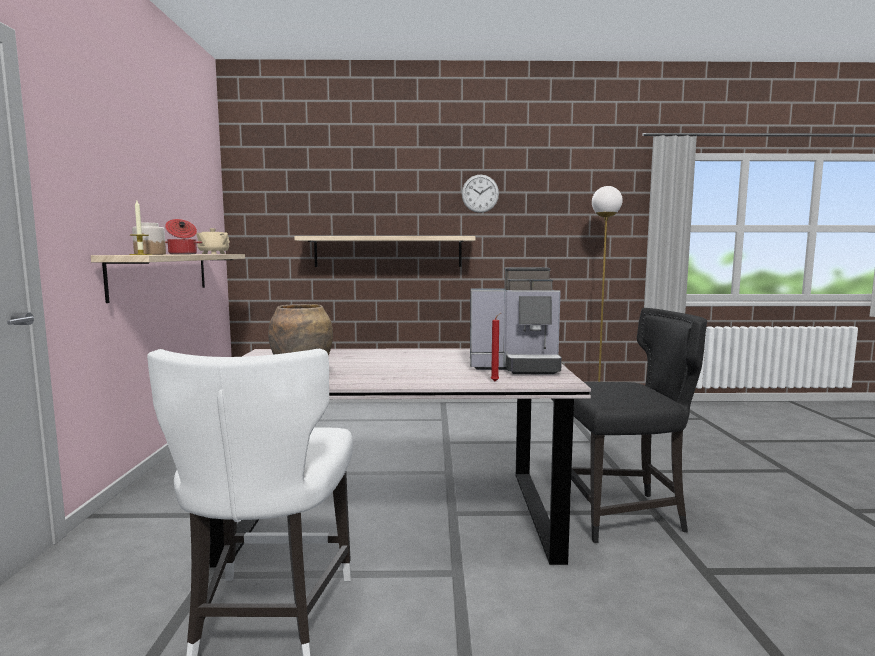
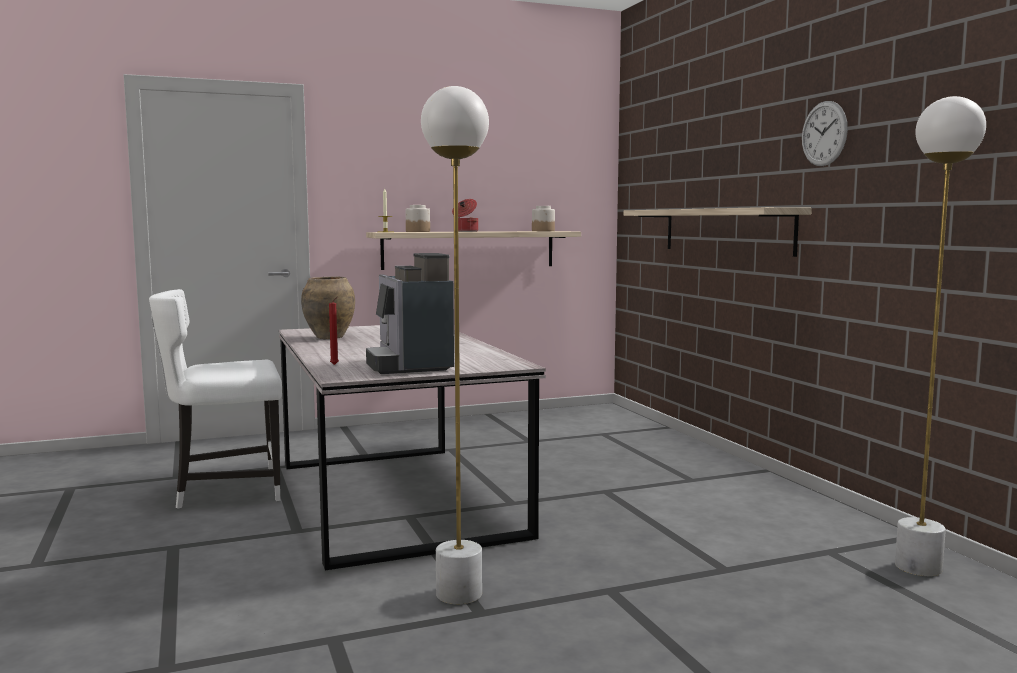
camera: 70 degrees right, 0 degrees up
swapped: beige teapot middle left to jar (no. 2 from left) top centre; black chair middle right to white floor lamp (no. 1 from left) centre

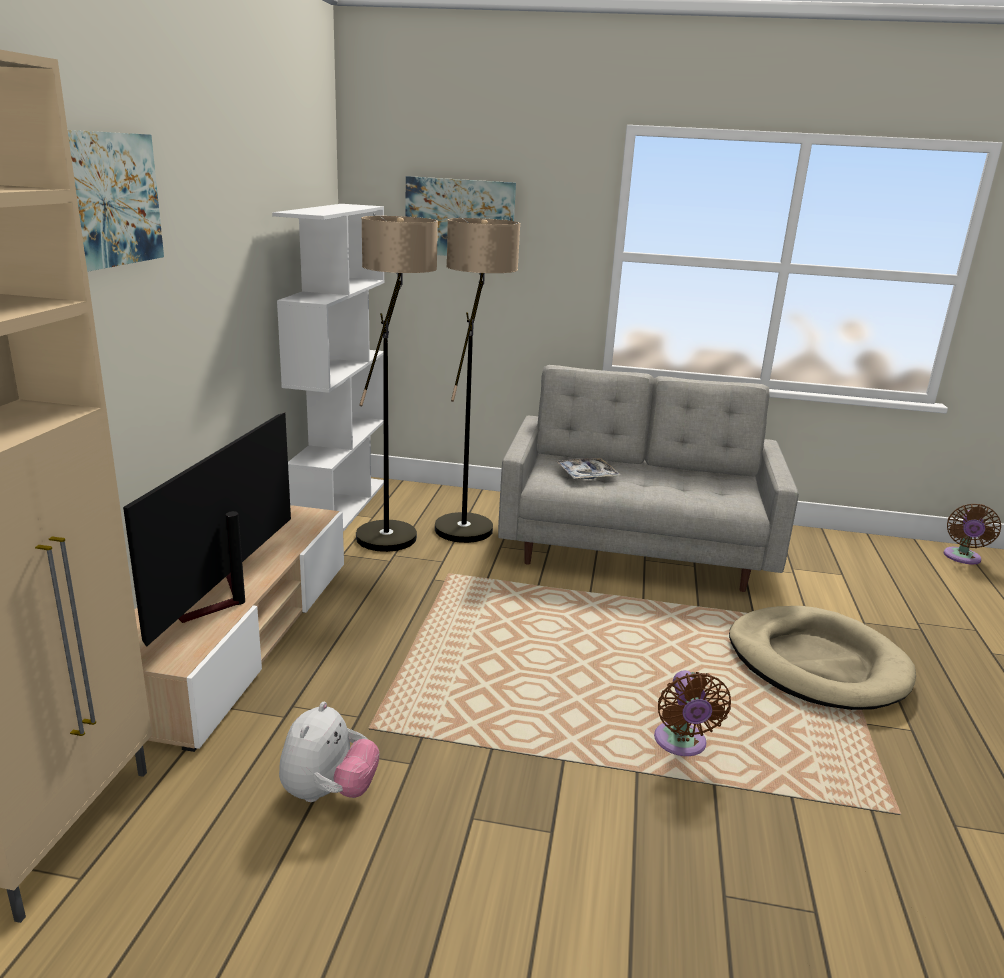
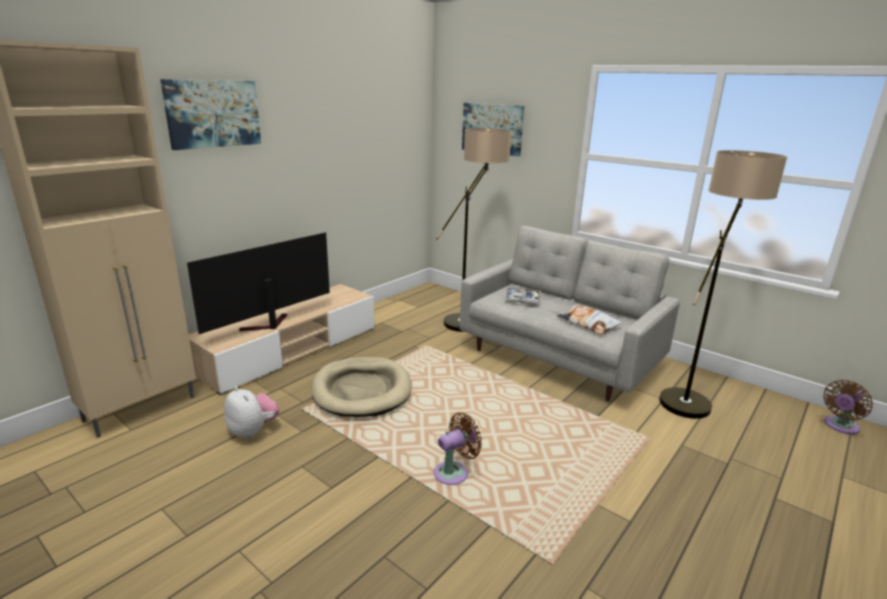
camera: 30 degrees right, 0 degrees up
gone: white bookcase middle left
new: pillow centre
shifted: floor lamp (no. 1 from left in the first image) centre to floor lamp (no. 2 from left) middle right; beige dog bed bottom right to centre
rotated: brown fan (no. 1 from left) bottom right = bottom centre 150 degrees counterclockwise; plush toy bottom left = bottom left 90 degrees counterclockwise

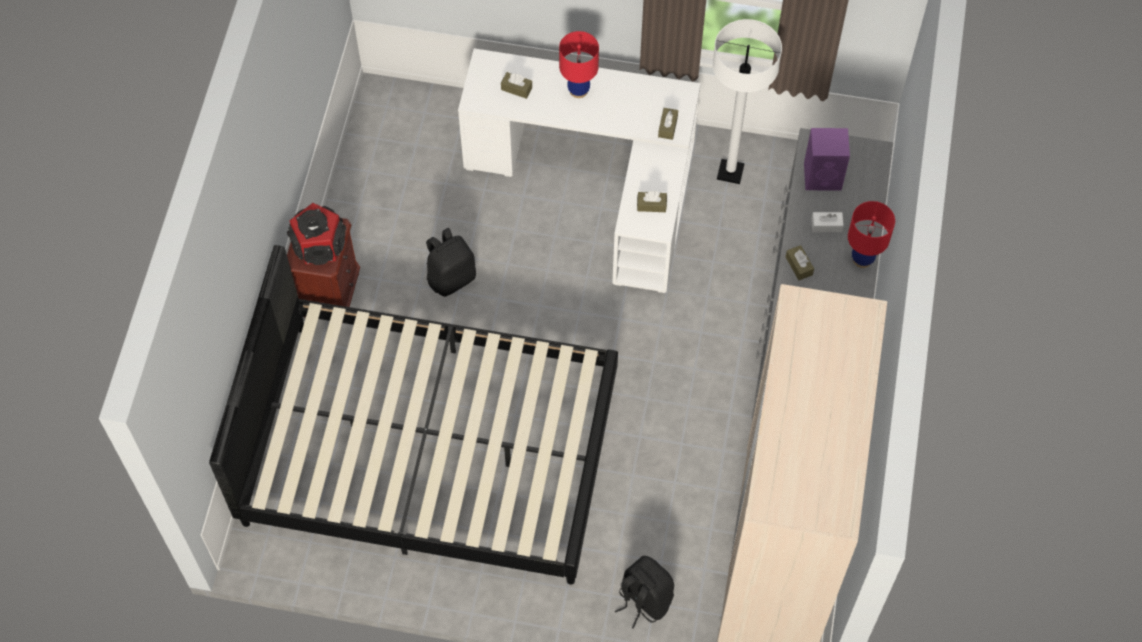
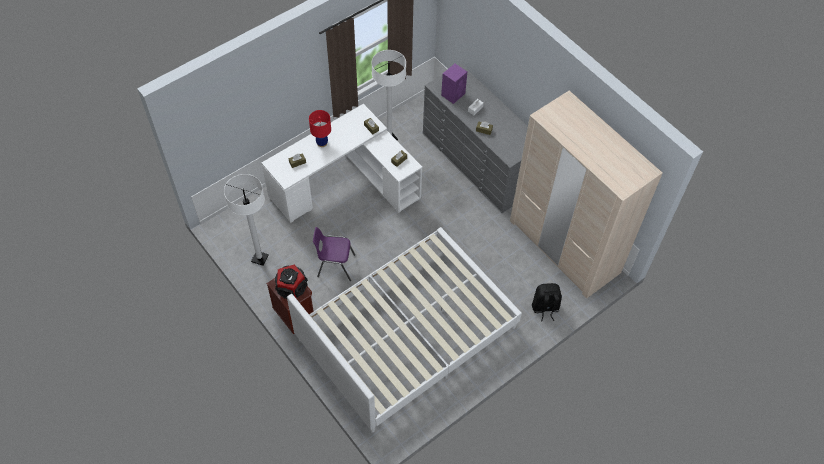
camera: 50 degrees left, 5 degrees down
gone: red table lamp (no. 2 from left) middle right
new: white floor lamp (no. 1 from left) middle left
swapped: black backpack (no. 1 from left) centre to purple chair centre
repainted: black bed centre to white bed bottom centre

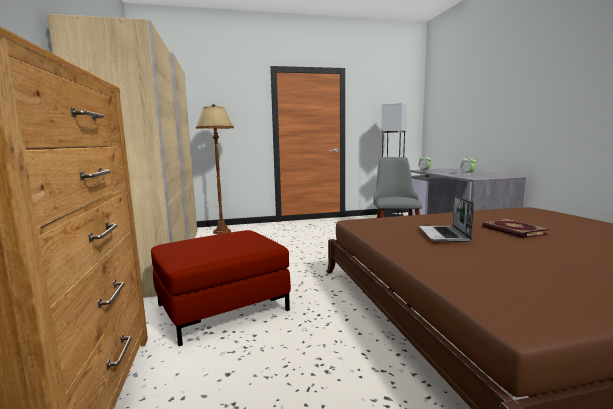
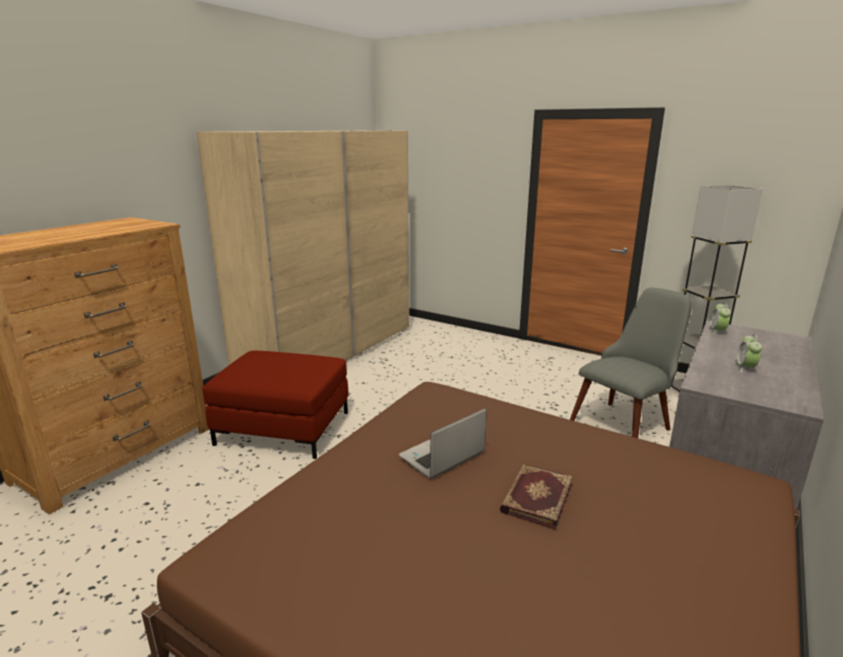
camera: 45 degrees right, 10 degrees up
gone: brown floor lamp centre

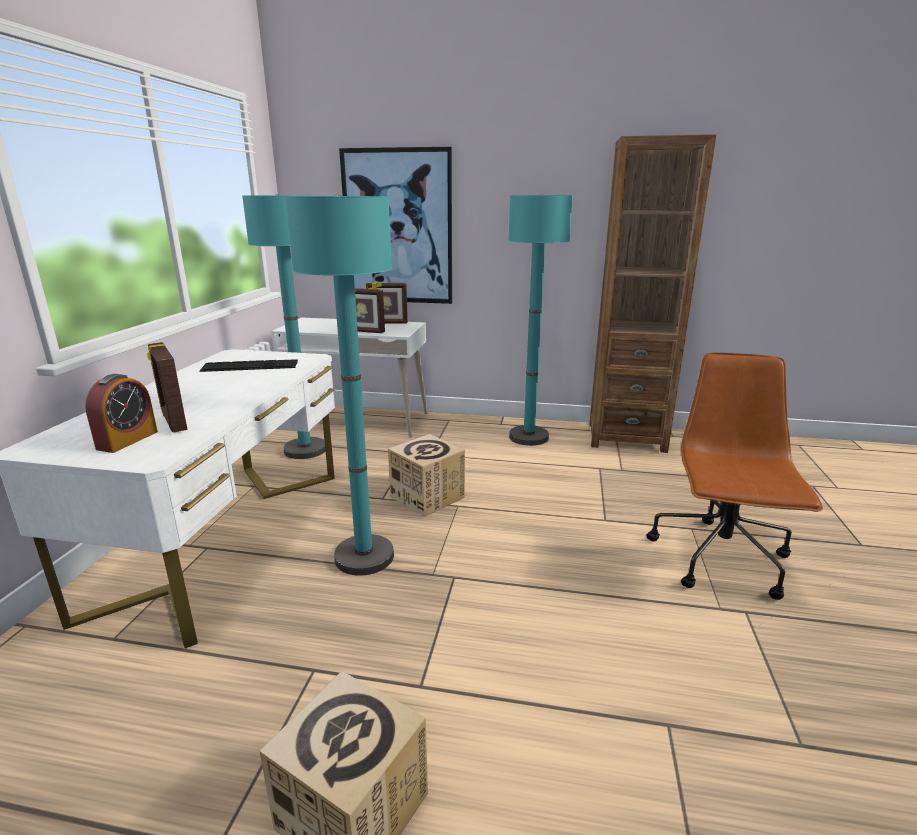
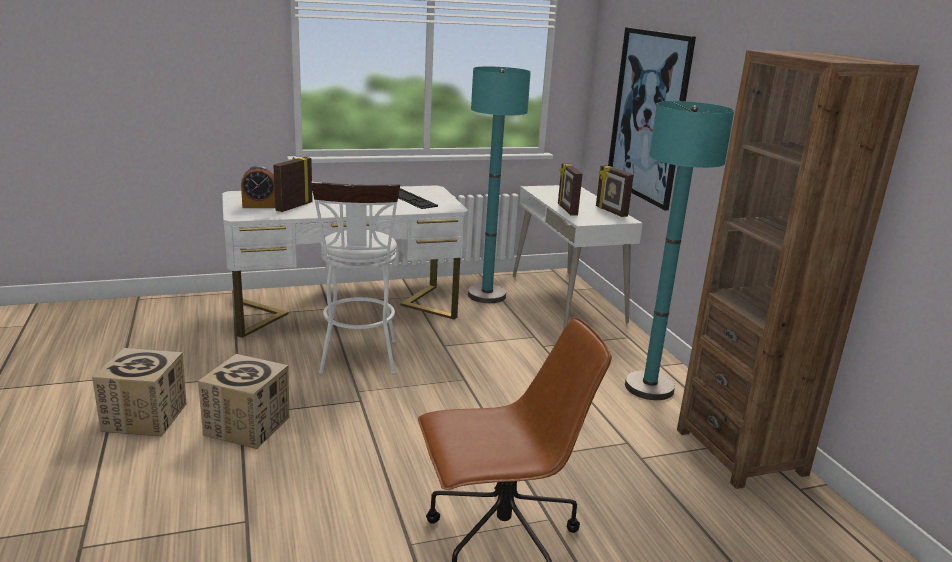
camera: 60 degrees right, 0 degrees up
shifted: cardboard box (no. 2 from left) centre to bottom left
swapped: turquoise floor lamp (no. 2 from left) centre to white stool centre

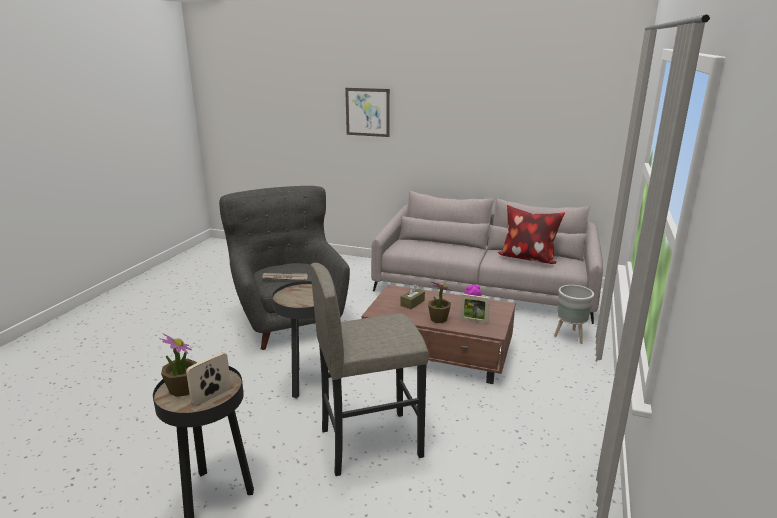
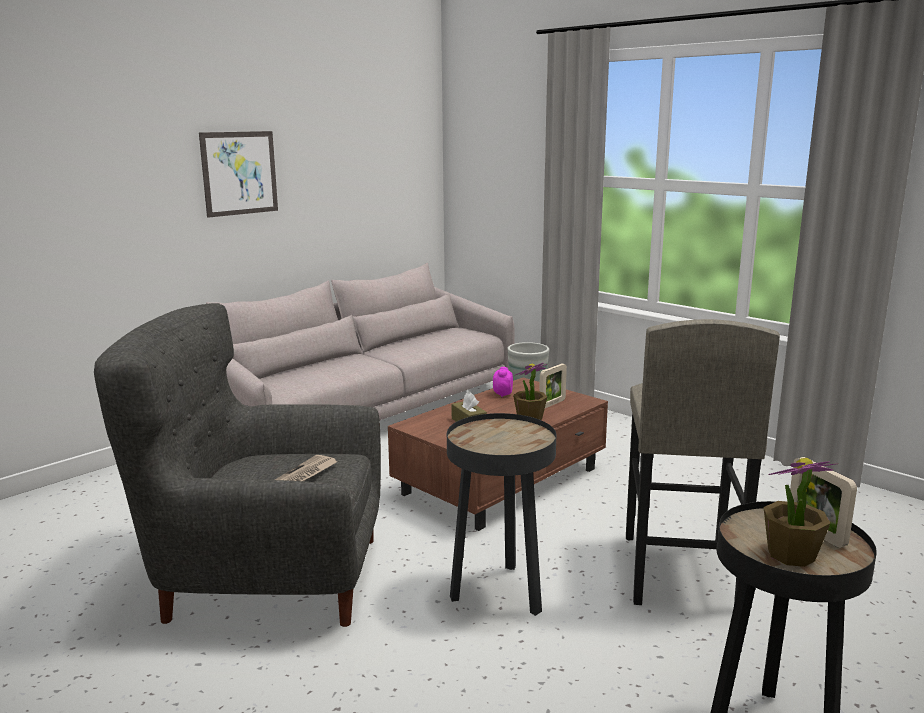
camera: 65 degrees left, 5 degrees down
gone: pillow middle right
shifted: picture top centre to top left

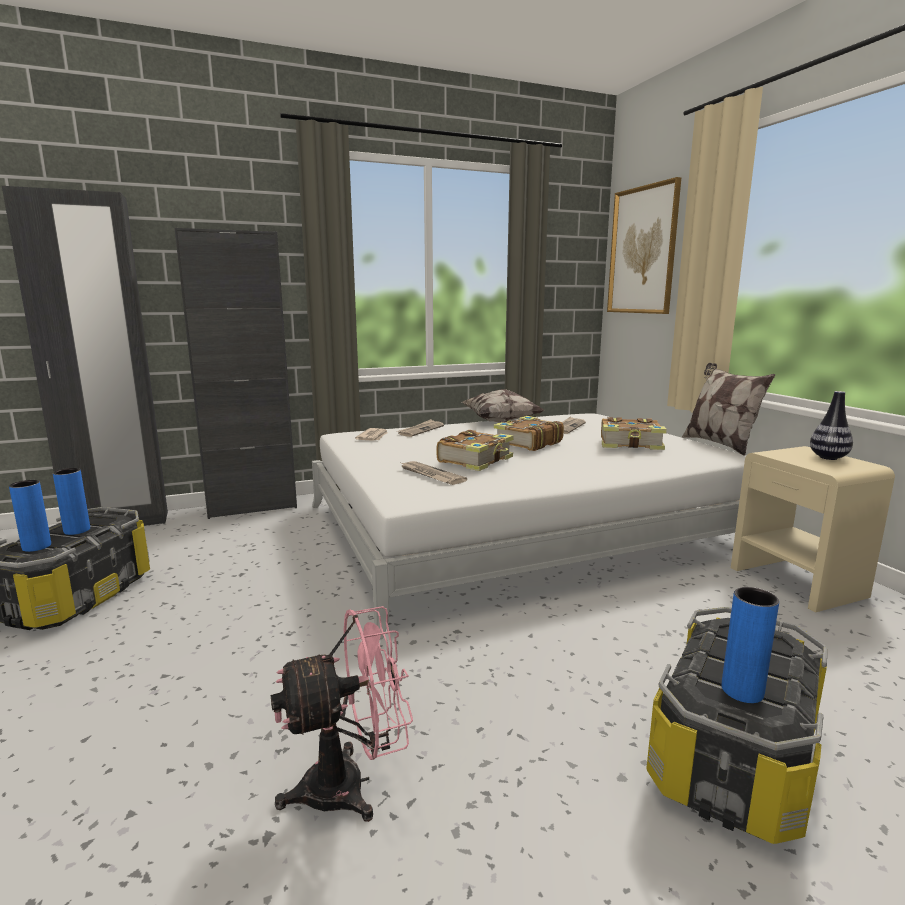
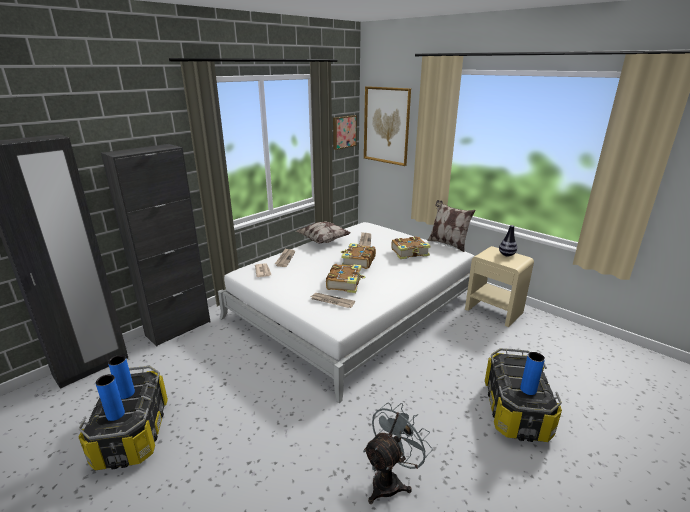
camera: 25 degrees left, 10 degrees up
new: picture (no. 1 from left) top centre
repainted: pink fan bottom centre to grey fan bottom centre

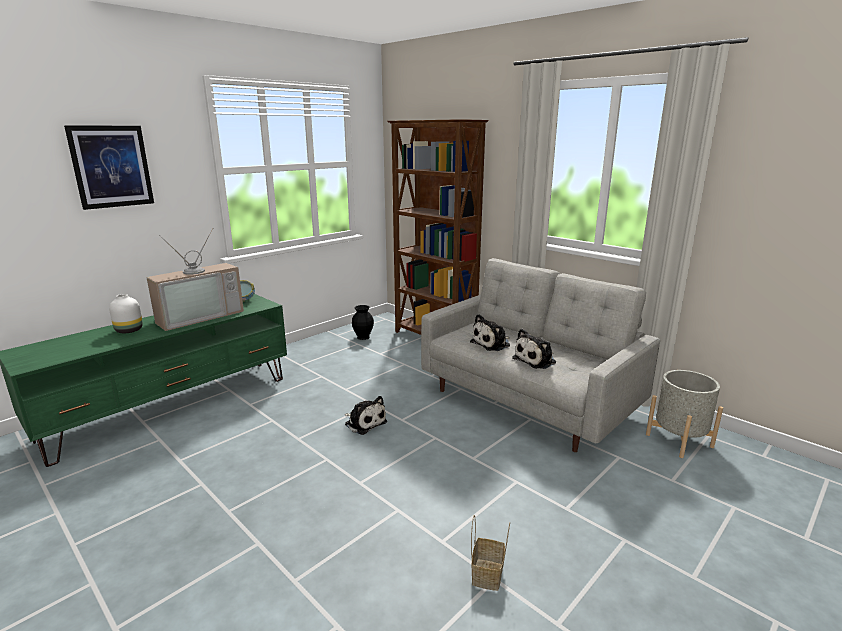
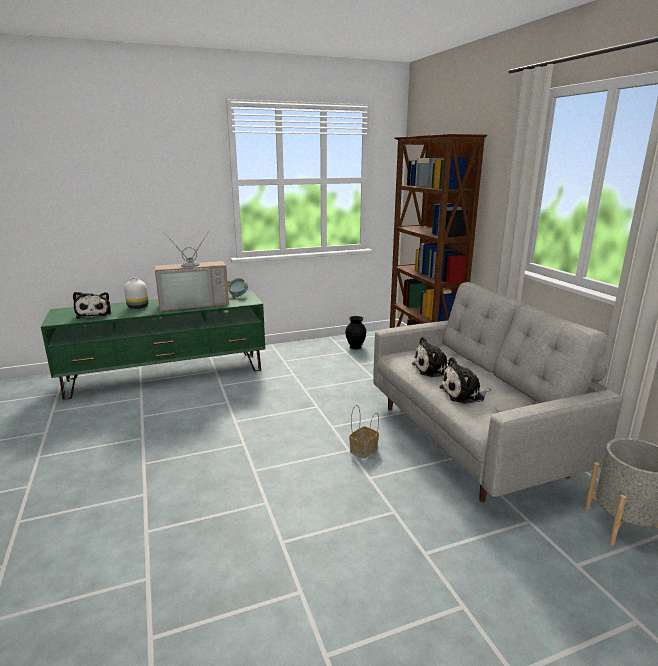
camera: 25 degrees right, 0 degrees up
gone: picture top left
shifted: plush toy (no. 1 from left) centre to middle left; basket bottom centre to centre

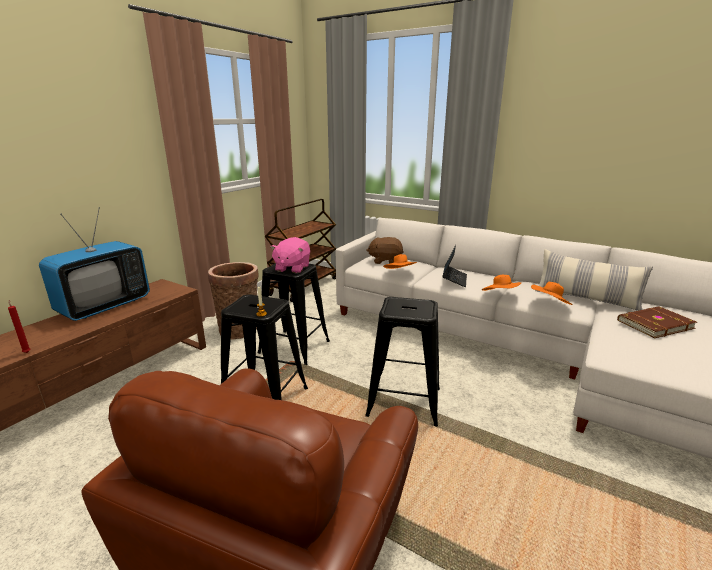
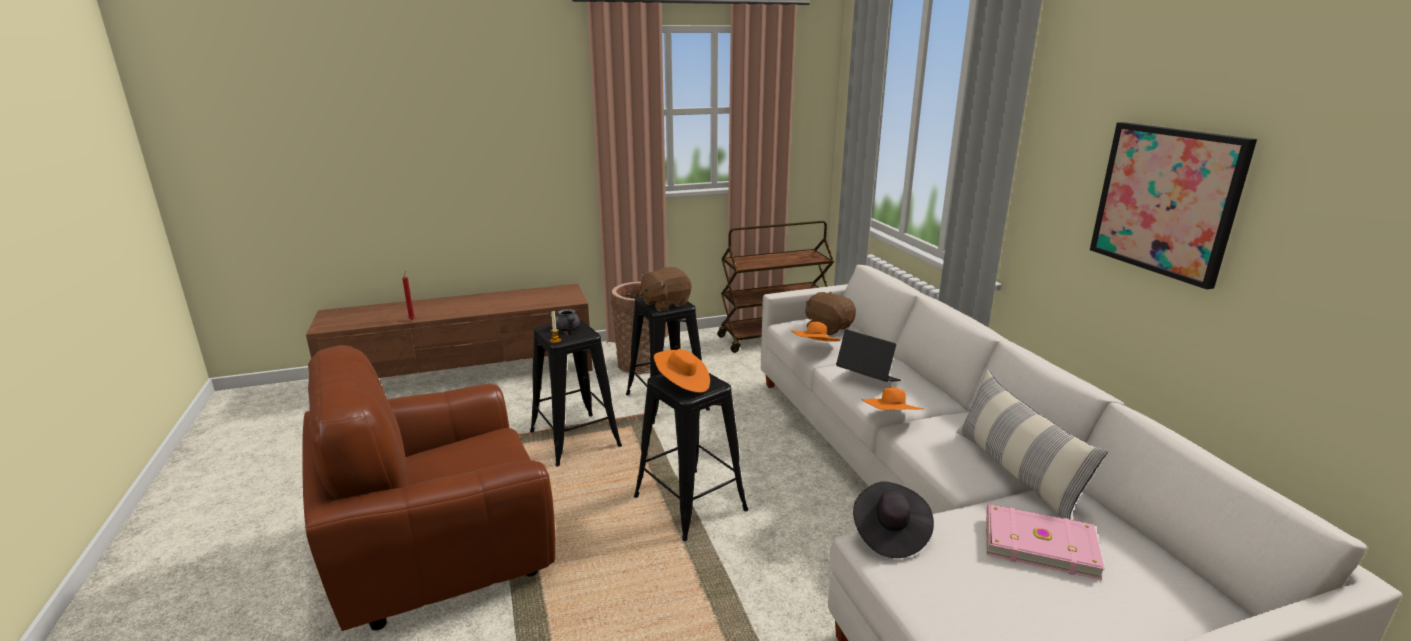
camera: 40 degrees right, 0 degrees up
gone: television middle left
new: picture top right; grey teapot centre; black hat bottom centre
shifted: orange hat (no. 3 from left in the first image) middle right to orange hat (no. 1 from left) centre
repainted: pink plush toy centre to brown plush toy (no. 1 from left) centre; brown book middle right to pink book bottom right
rotated: laptop centre = centre 105 degrees counterclockwise

